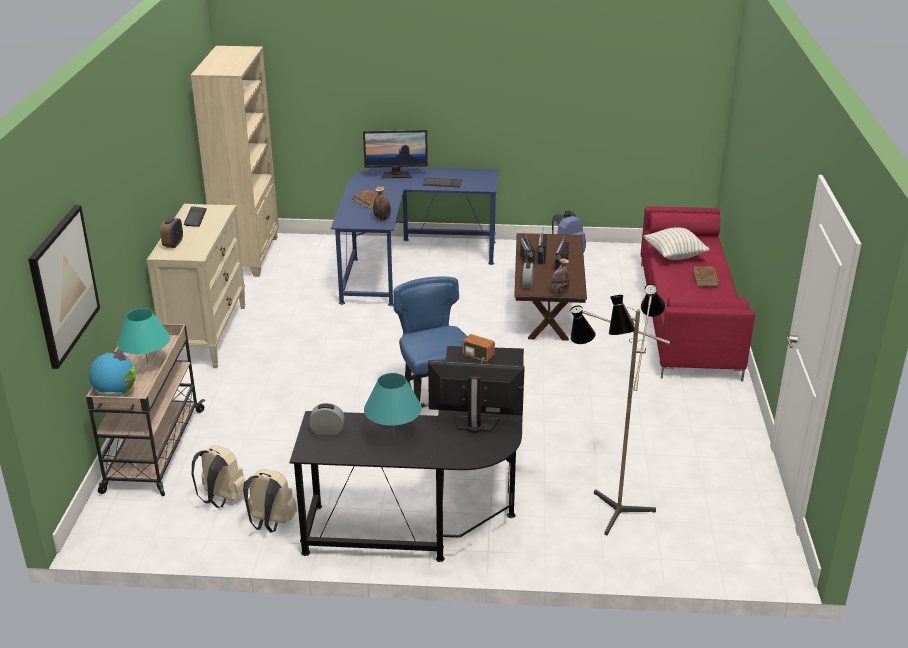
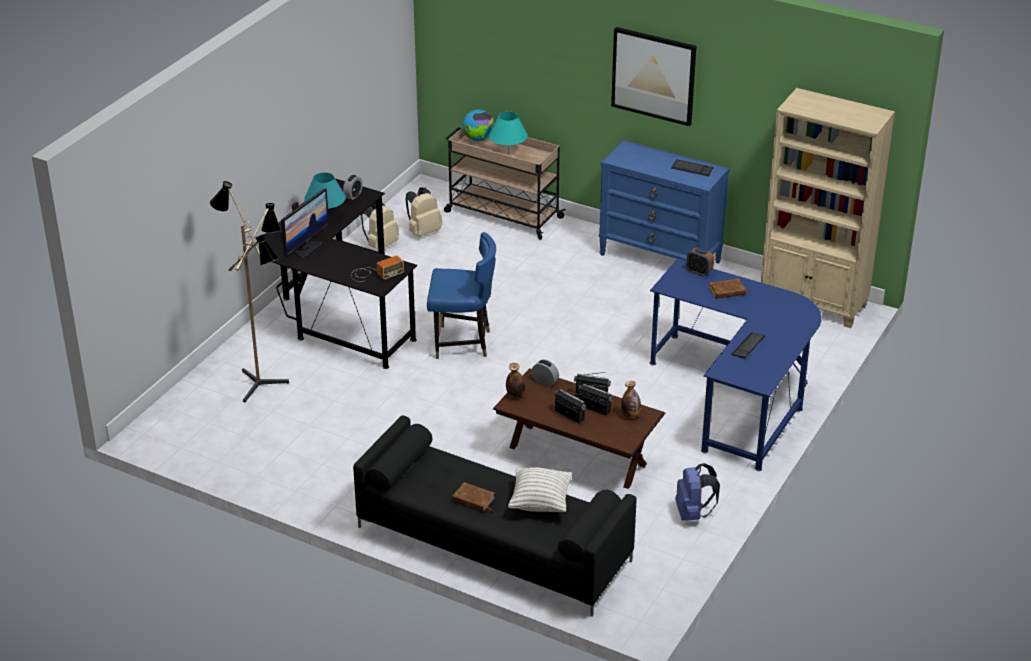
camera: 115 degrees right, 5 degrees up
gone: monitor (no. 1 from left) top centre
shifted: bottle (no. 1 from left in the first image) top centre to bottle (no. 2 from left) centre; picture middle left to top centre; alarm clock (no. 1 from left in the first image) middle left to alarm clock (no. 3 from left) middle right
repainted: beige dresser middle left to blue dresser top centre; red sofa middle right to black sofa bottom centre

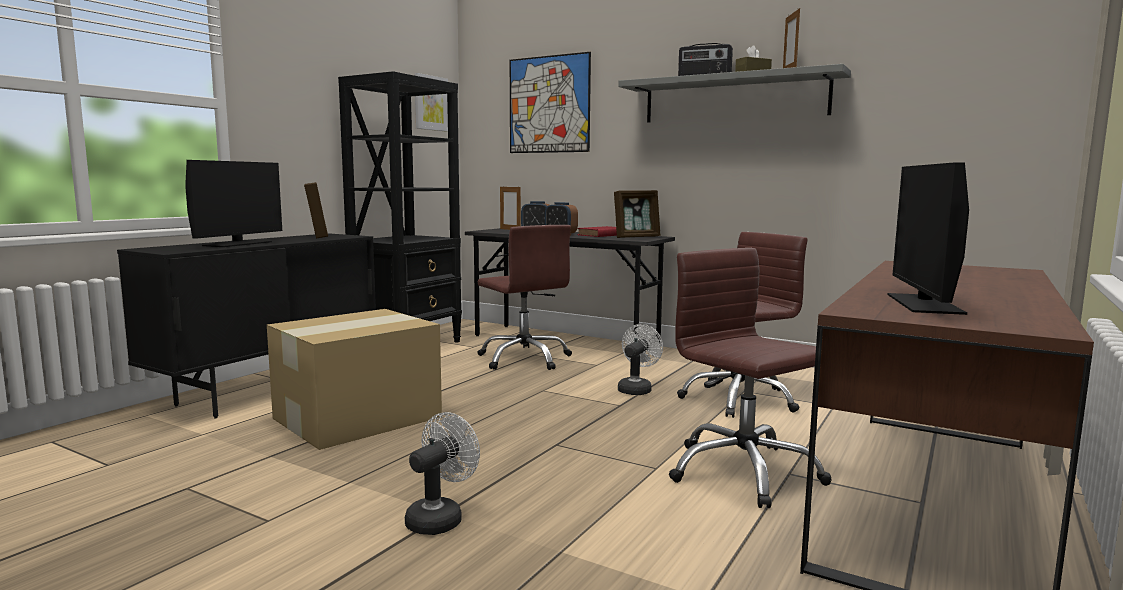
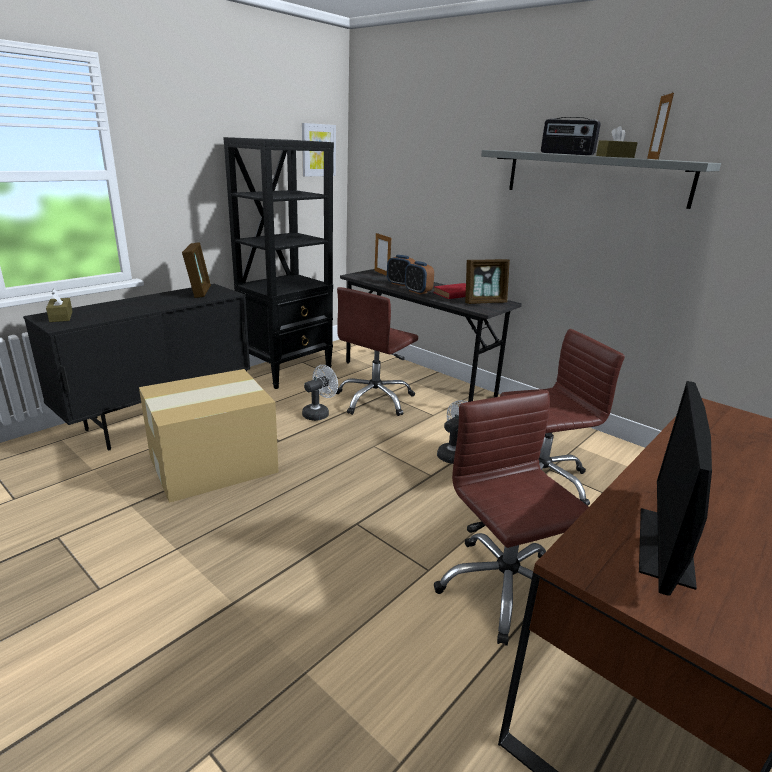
camera: 10 degrees right, 15 degrees up
gone: picture (no. 2 from left) top centre; monitor (no. 1 from left) middle left
new: brown tissue box (no. 1 from left) middle left
shifted: white fan (no. 1 from left) bottom centre to centre
rotated: brown office chair (no. 1 from left) centre = centre 60 degrees clockwise

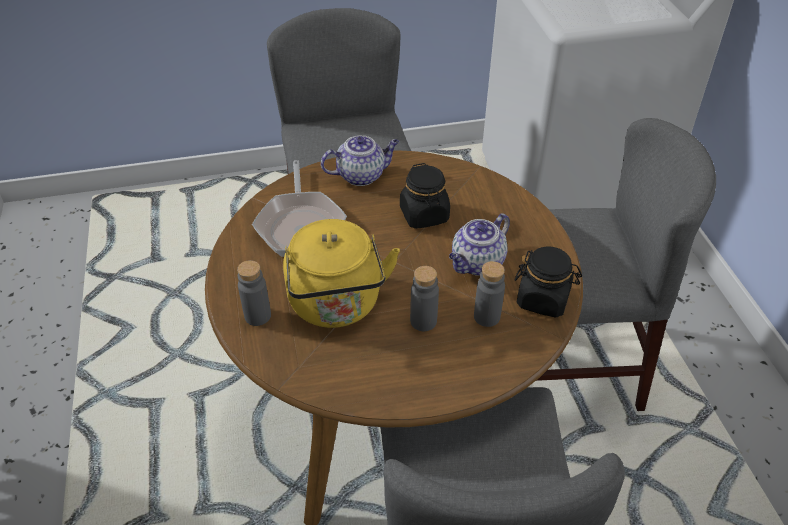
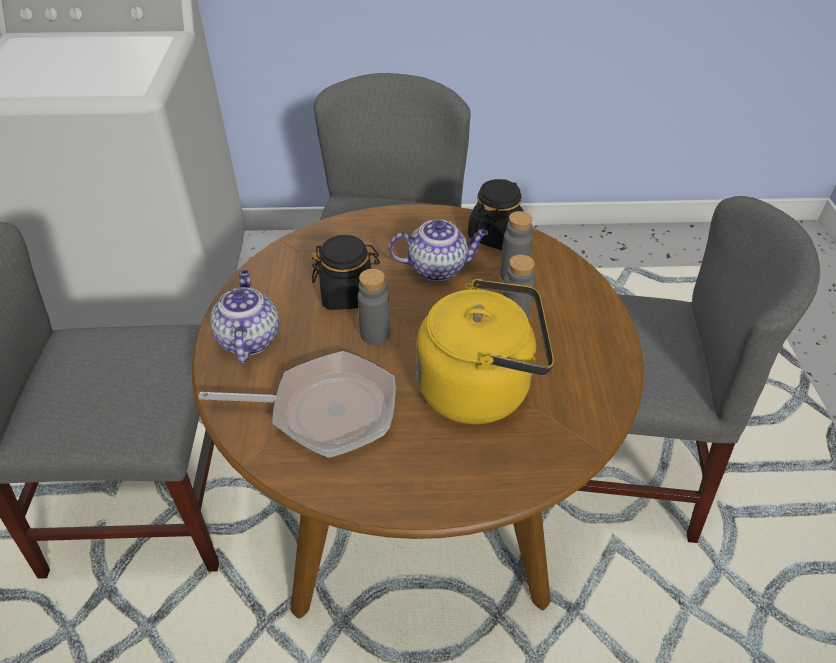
camera: 80 degrees left, 0 degrees up
shifted: grey bottle (no. 1 from left) middle left to centre
rotated: teapot (no. 2 from left) centre = centre 60 degrees counterclockwise

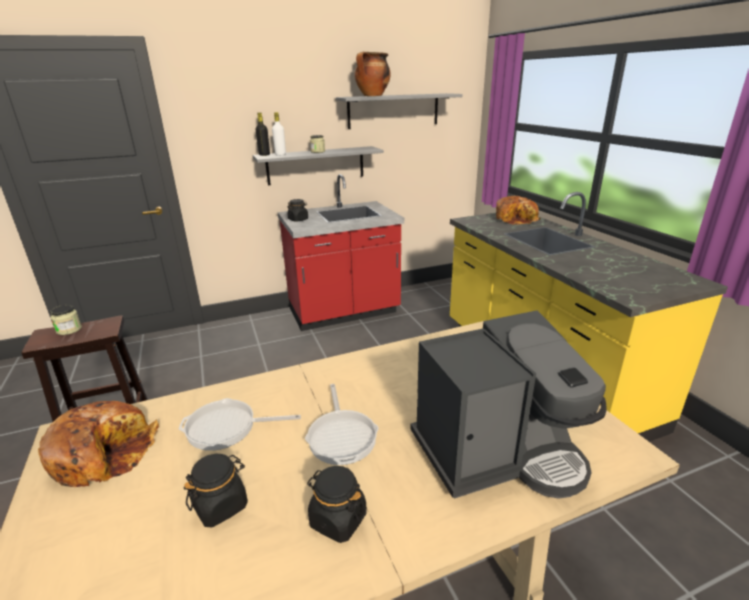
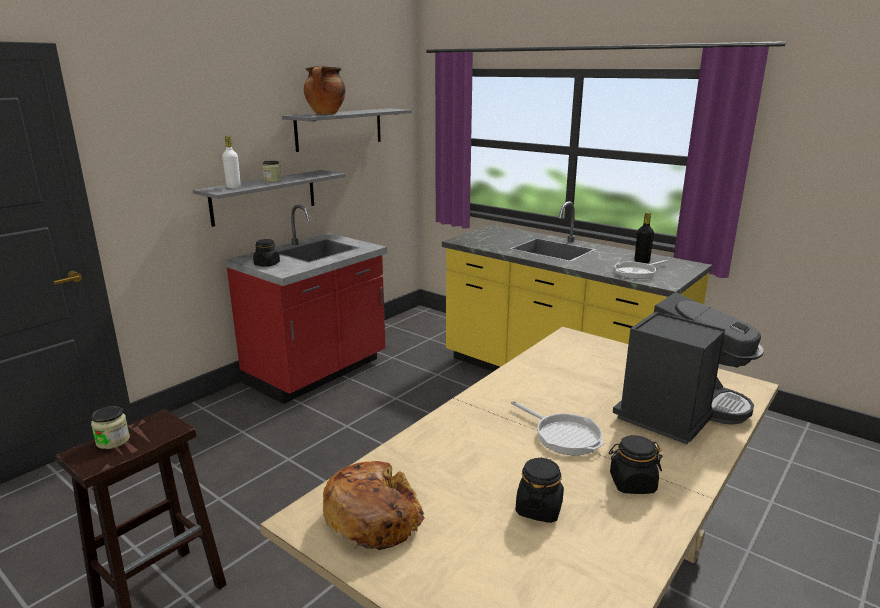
camera: 30 degrees left, 5 degrees down
gone: bread (no. 2 from left) middle right
shifted: black bottle top centre to middle right; frying pan (no. 1 from left in the first image) bottom left to frying pan (no. 2 from left) middle right

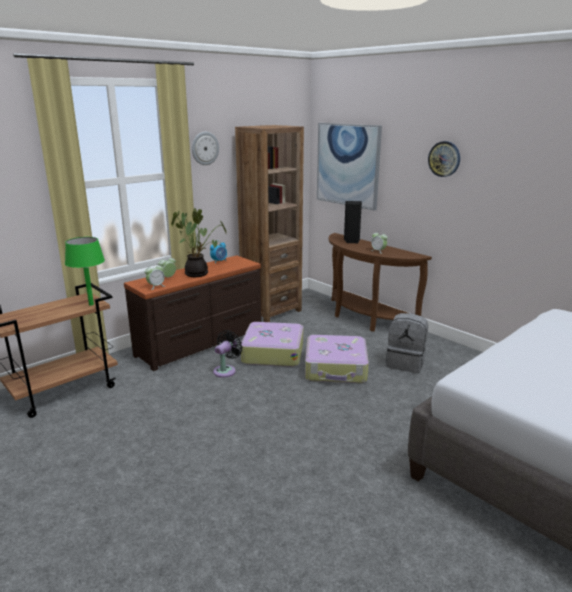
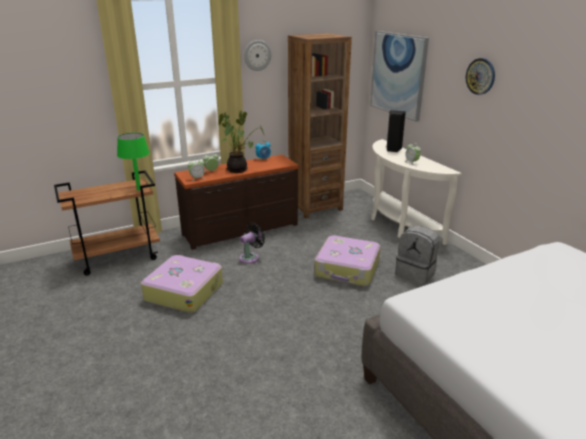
camera: 15 degrees right, 5 degrees up
shifted: suitcase (no. 1 from left) centre to middle left
repainted: brown console table centre to white console table middle right

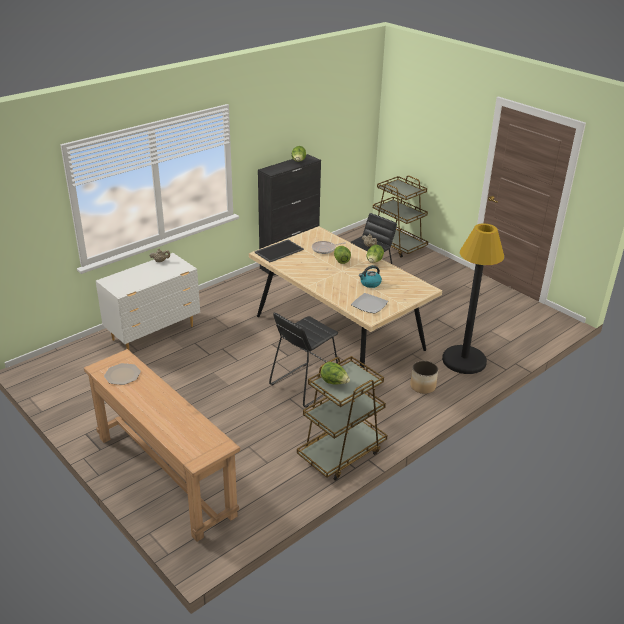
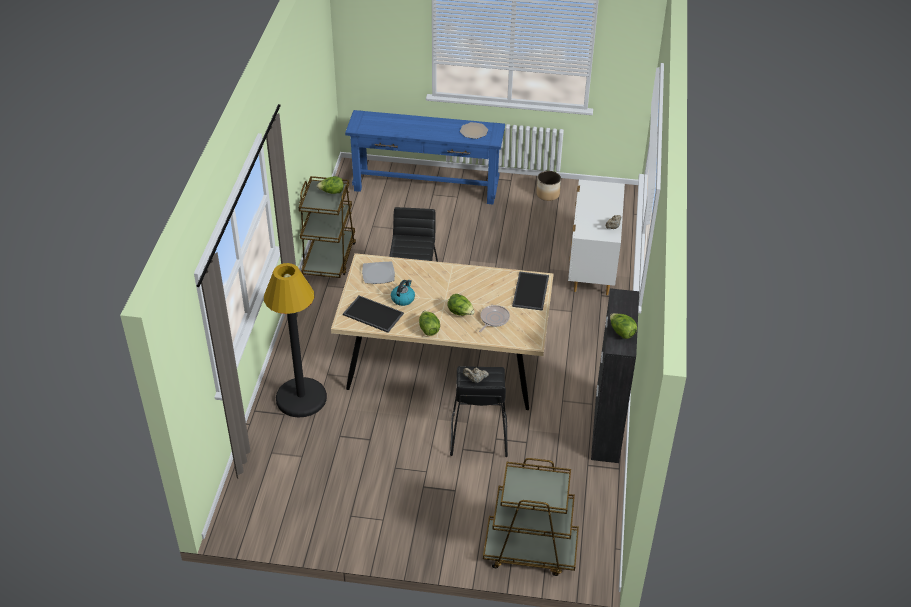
camera: 140 degrees right, 10 degrees up
new: tray (no. 1 from left) centre
shifted: planter middle right to top centre
repainted: brown console table bottom left to blue console table top centre

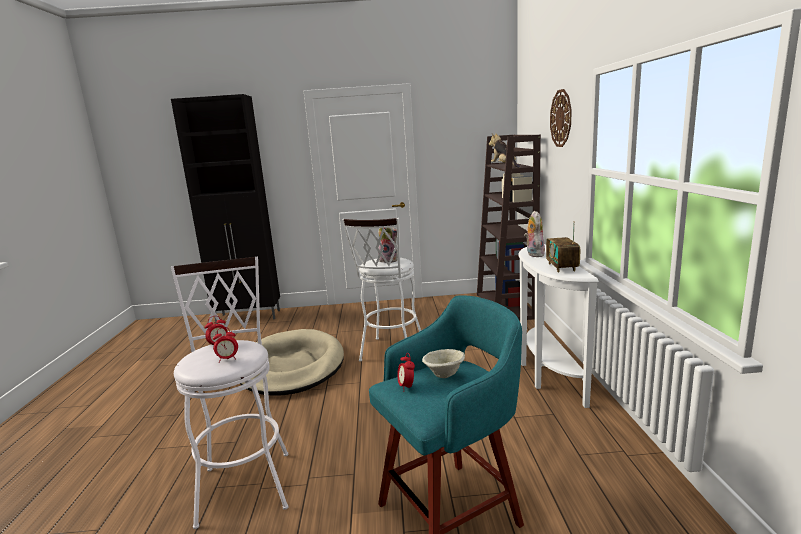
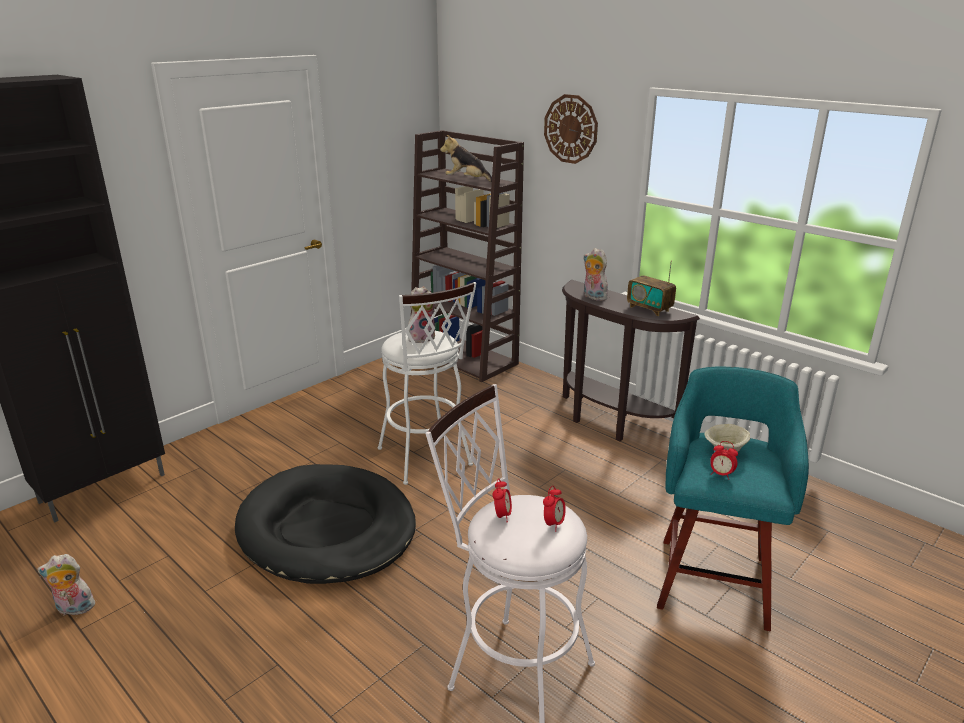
camera: 45 degrees left, 10 degrees up
new: plush toy (no. 1 from left) bottom left
repainted: white console table middle right to brown console table centre; beige dog bed bottom centre to black dog bed bottom centre

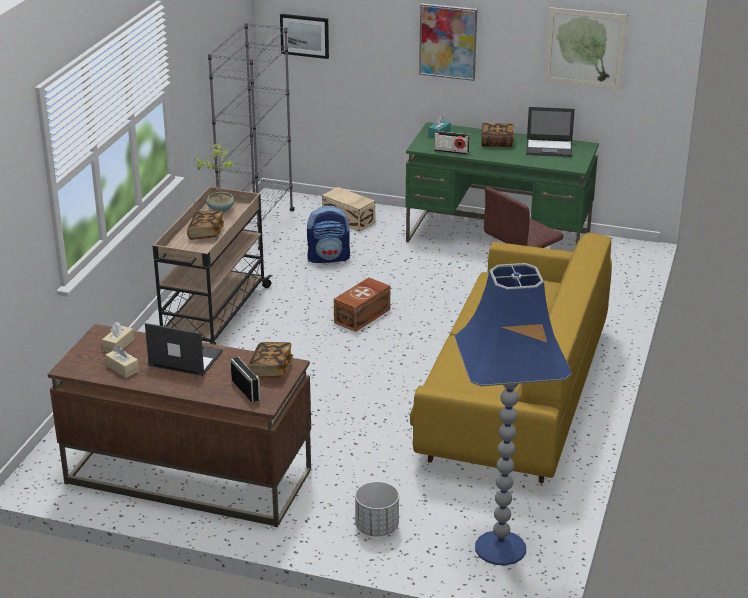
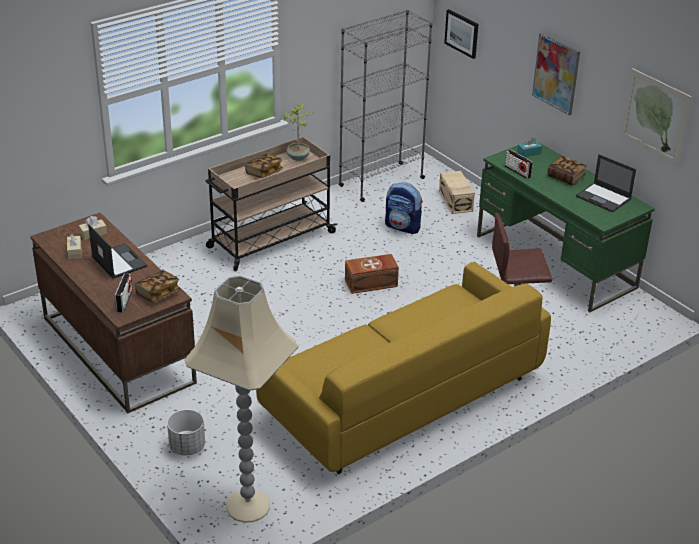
camera: 35 degrees right, 5 degrees up
repainted: blue floor lamp bottom right to beige floor lamp bottom centre

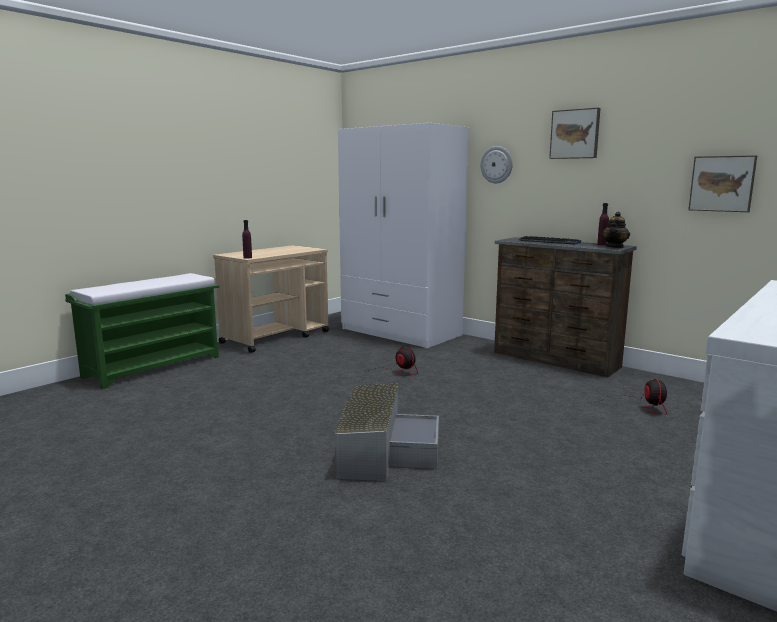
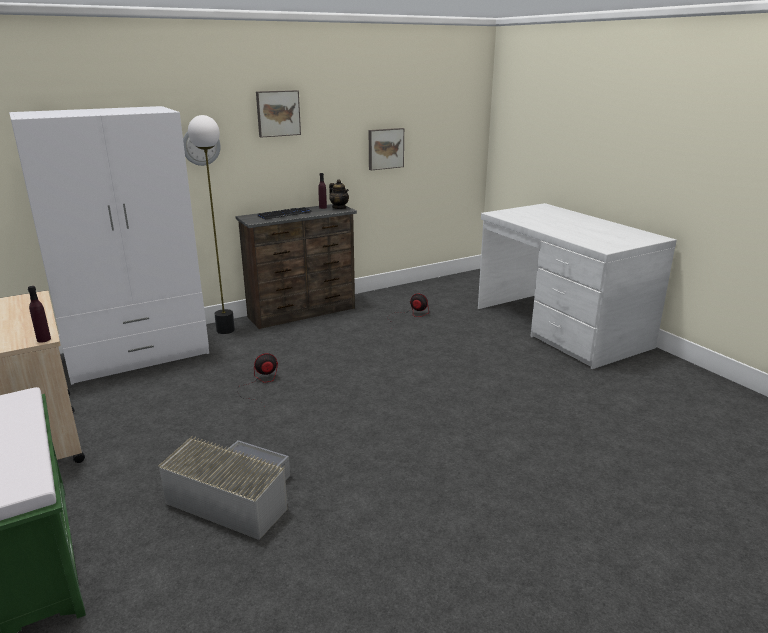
camera: 70 degrees left, 10 degrees up
new: floor lamp middle left
shifted: grey storage box bottom centre to bottom left

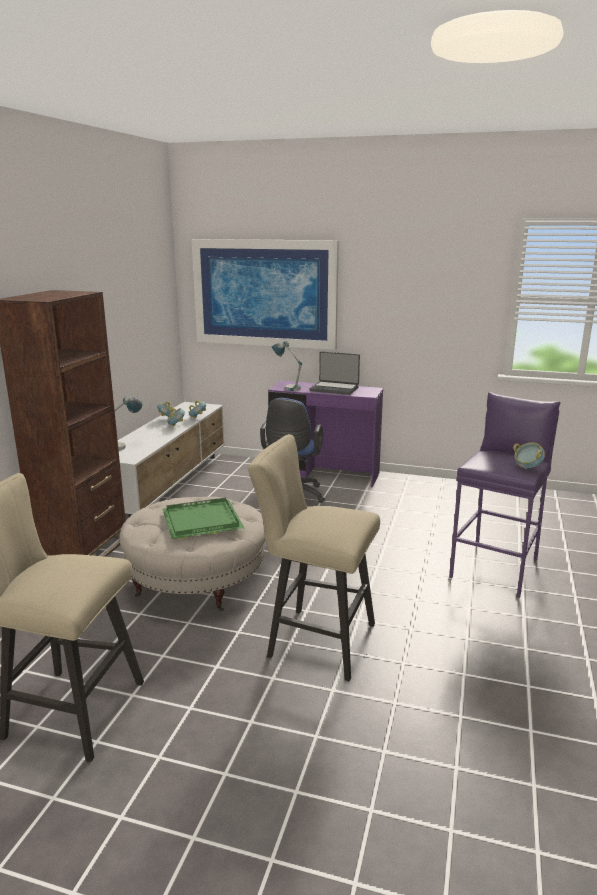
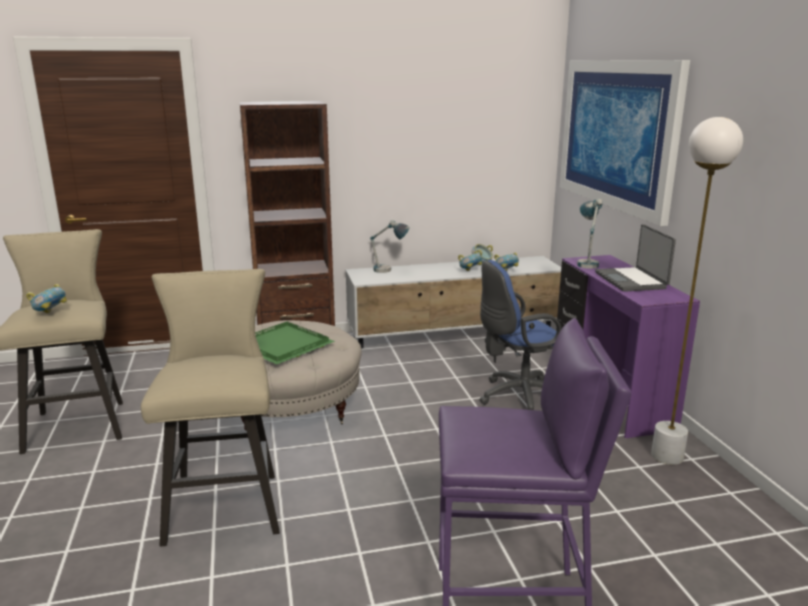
camera: 60 degrees right, 0 degrees up
new: white floor lamp middle right
shifted: bowl (no. 4 from left in the first image) middle right to bowl (no. 1 from left) middle left

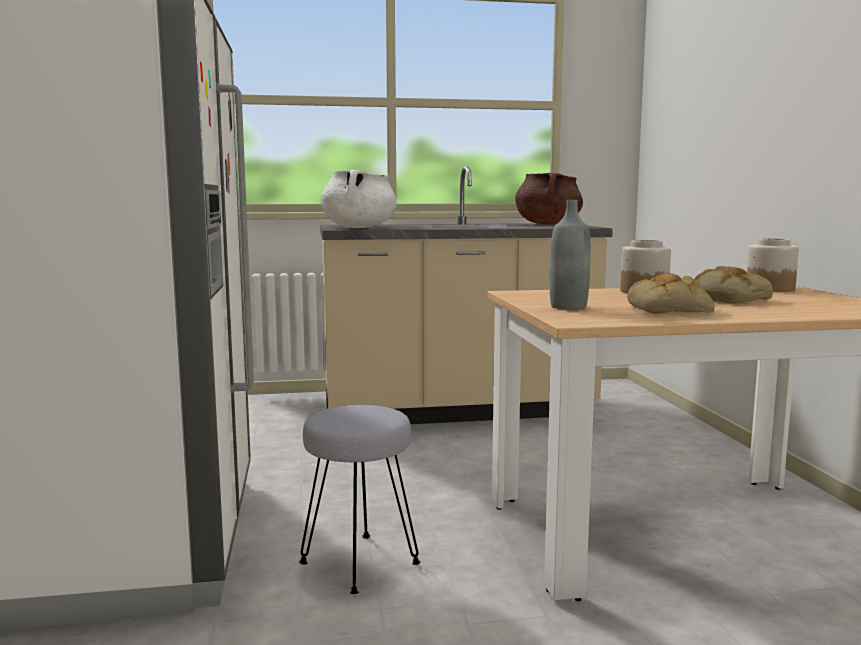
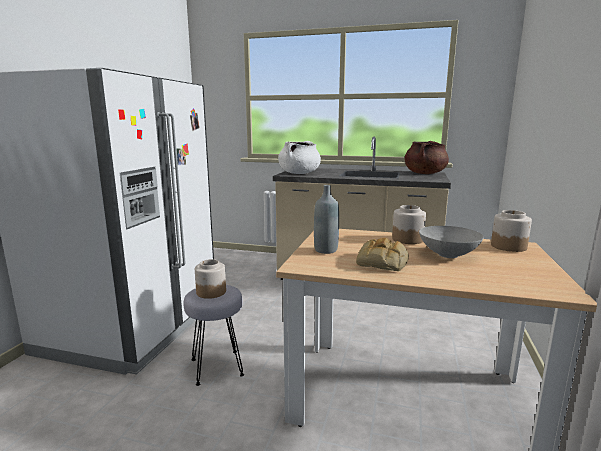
camera: 25 degrees right, 5 degrees up
new: jar (no. 1 from left) centre
swapped: bread (no. 2 from left) middle right to grey bowl middle right

